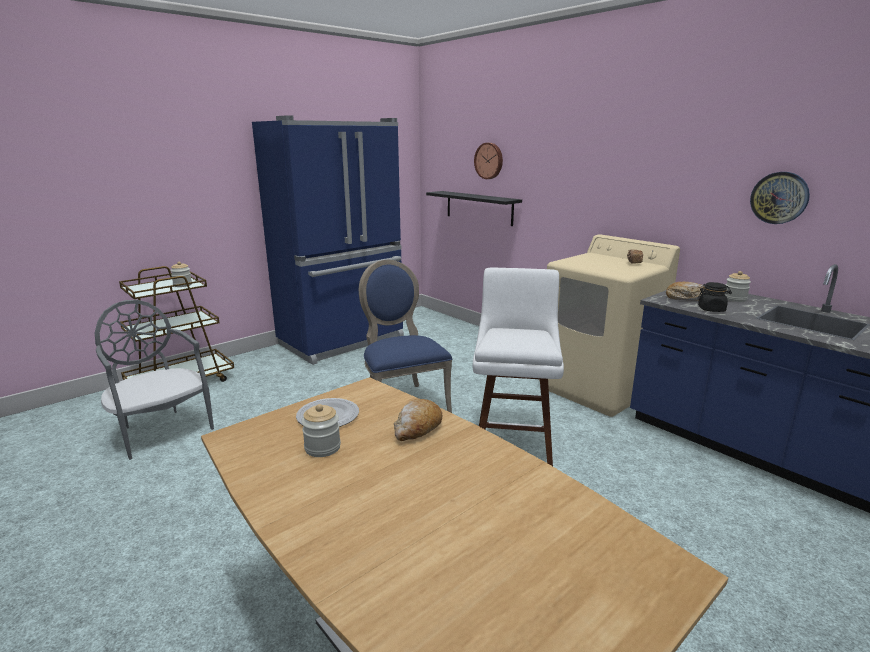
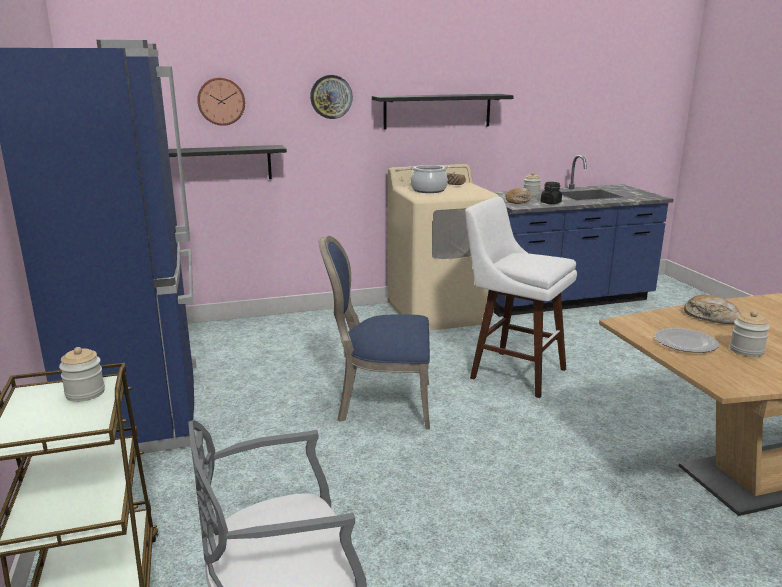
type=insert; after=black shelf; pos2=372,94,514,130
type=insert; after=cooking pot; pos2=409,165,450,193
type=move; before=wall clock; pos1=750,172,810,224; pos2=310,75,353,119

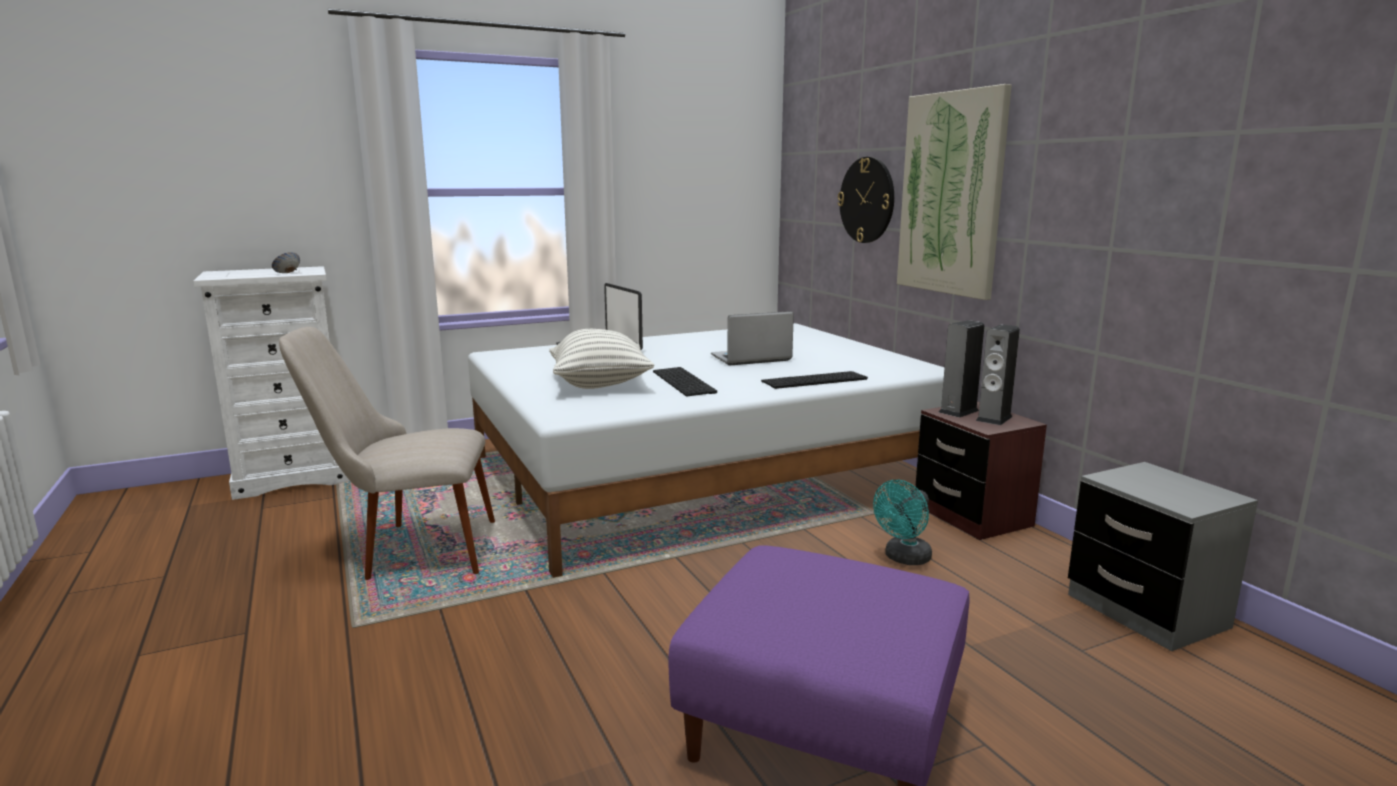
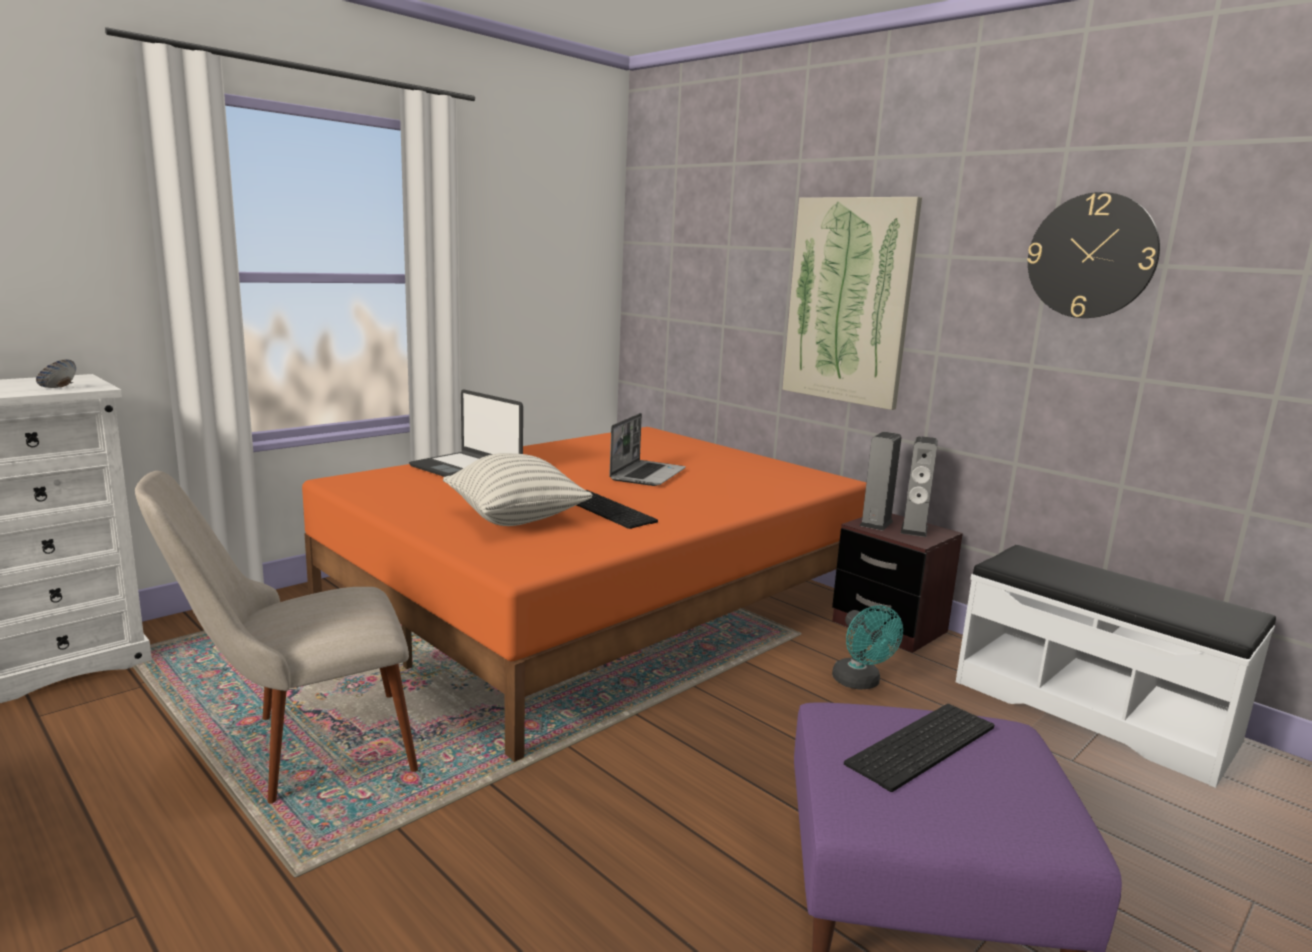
type=move; before=keyboard; pos1=761,371,868,389; pos2=844,704,994,792
type=move; before=wall clock; pos1=838,157,894,243; pos2=1027,192,1160,318
type=replace; before=grey nightstand; after=white bench; pos1=1068,462,1258,651; pos2=956,545,1276,788
type=recolor; before=white bed; after=orange bed; pos1=468,323,945,578; pos2=302,427,866,762
type=rotate; before=laptop; pos1=711,311,794,365; pos2=609,413,686,486; turn=150
type=rotate; before=turquoise fan; pos1=873,480,932,565; pos2=832,605,903,690; turn=-45

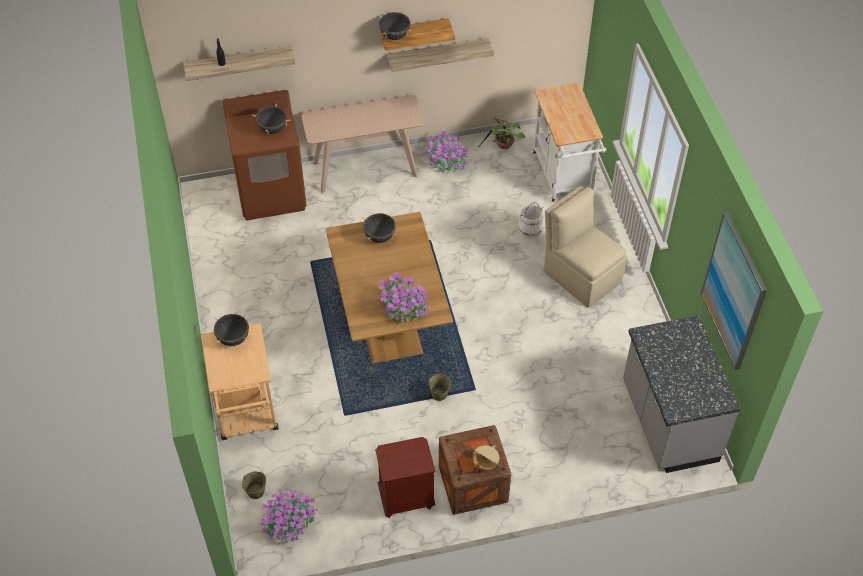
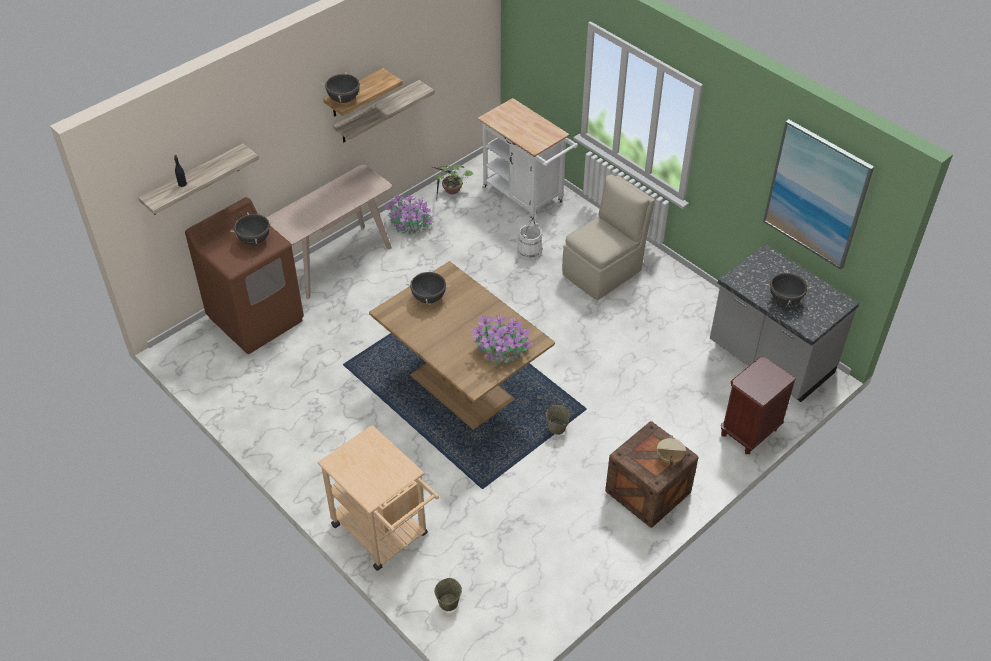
type=delete; before=potted plant; pos1=260,490,318,543
type=move; before=black cooking pot; pos1=214,314,249,346; pos2=766,270,812,305
type=move; before=brown nightstand; pos1=375,437,436,518; pos2=721,357,796,454
type=rotate; before=beige chair; pos1=544,186,626,308; pos2=562,175,655,300; turn=120

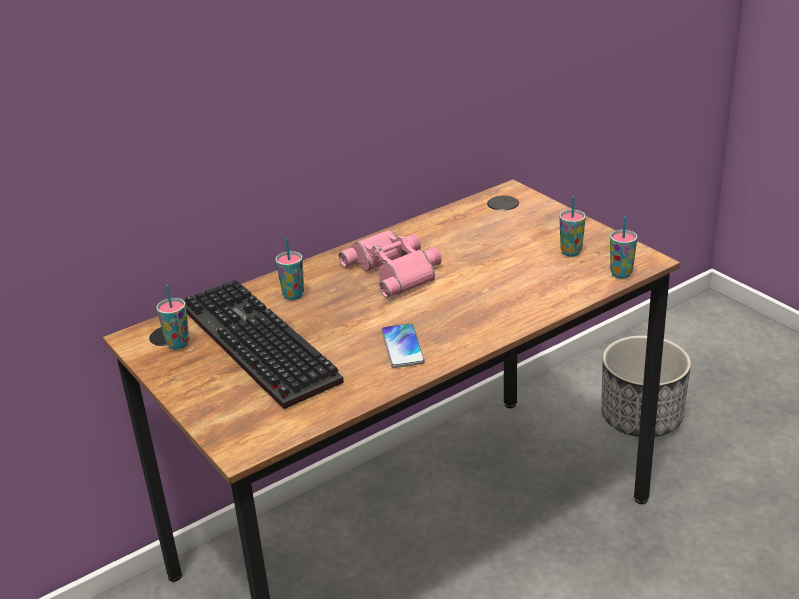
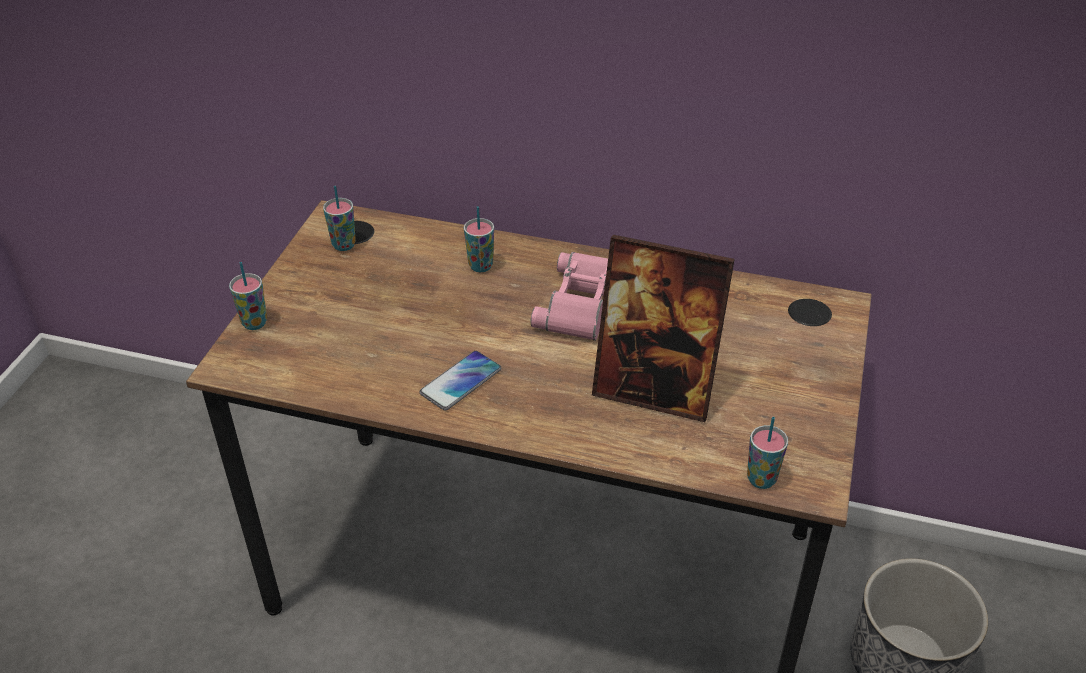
type=delete; before=keyboard; pos1=185,280,344,409
type=insert; after=picture frame; pos2=592,235,735,422
type=move; before=cup; pos1=559,196,586,257; pos2=229,262,267,330

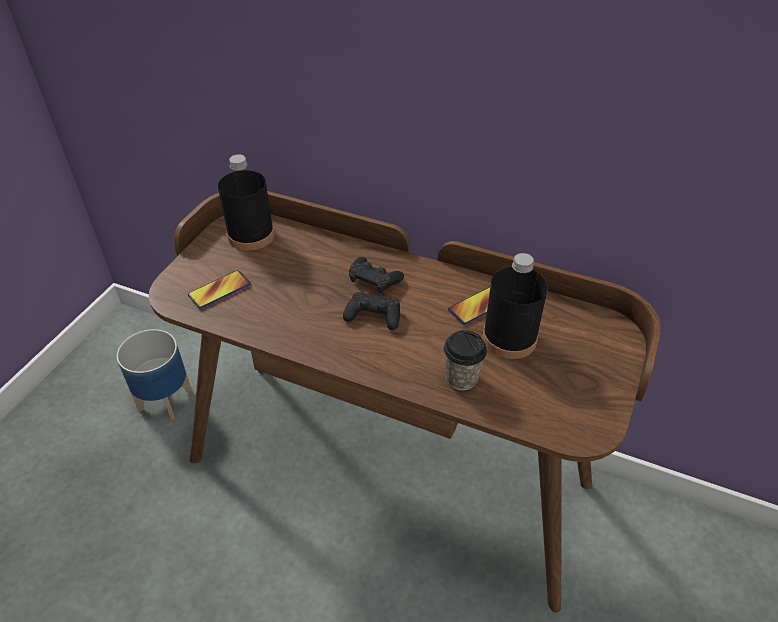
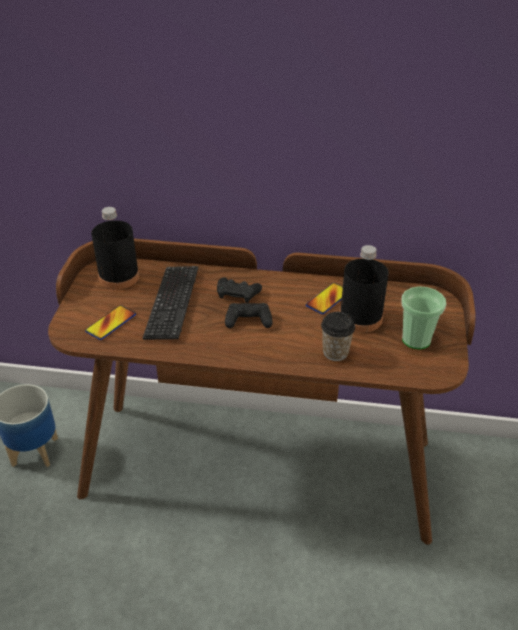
type=insert; after=keyboard; pos2=143,266,198,340
type=insert; after=cup; pos2=401,286,446,349

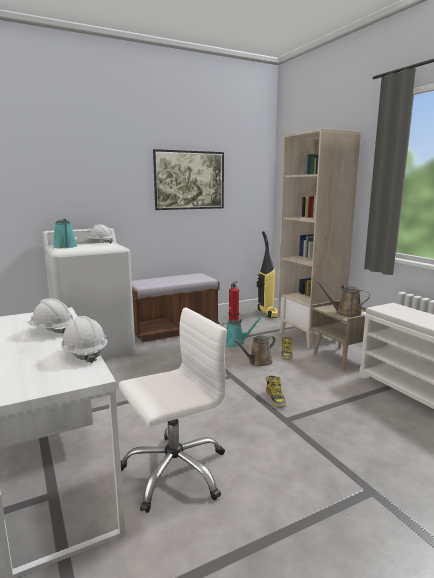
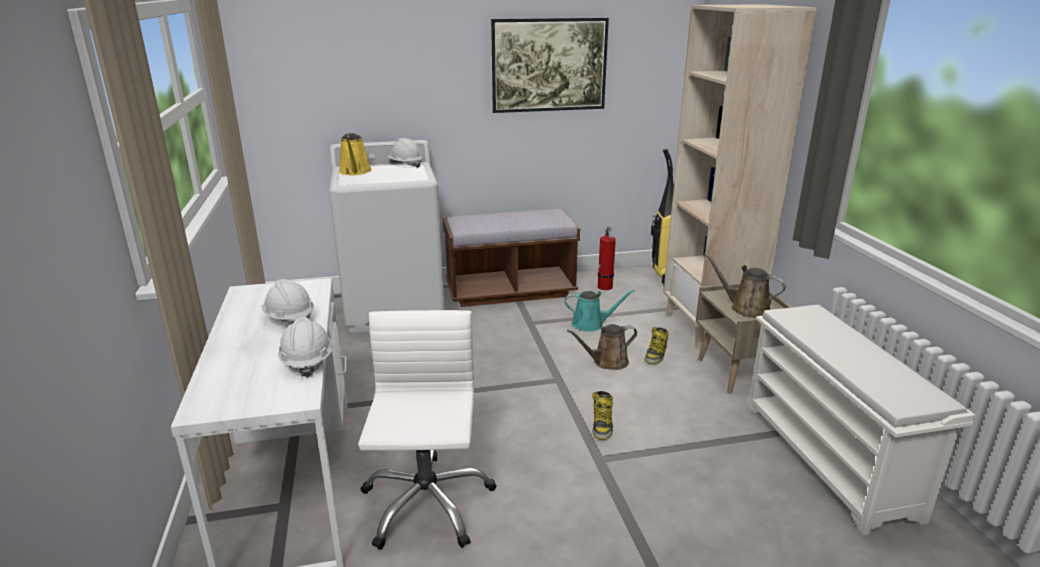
type=recolor; before=turquoise watering can; after=yellow watering can; pos1=53,219,78,248; pos2=339,133,372,175
type=rotate; before=white office chair; pos1=119,307,227,513; pos2=358,310,496,550; turn=-75

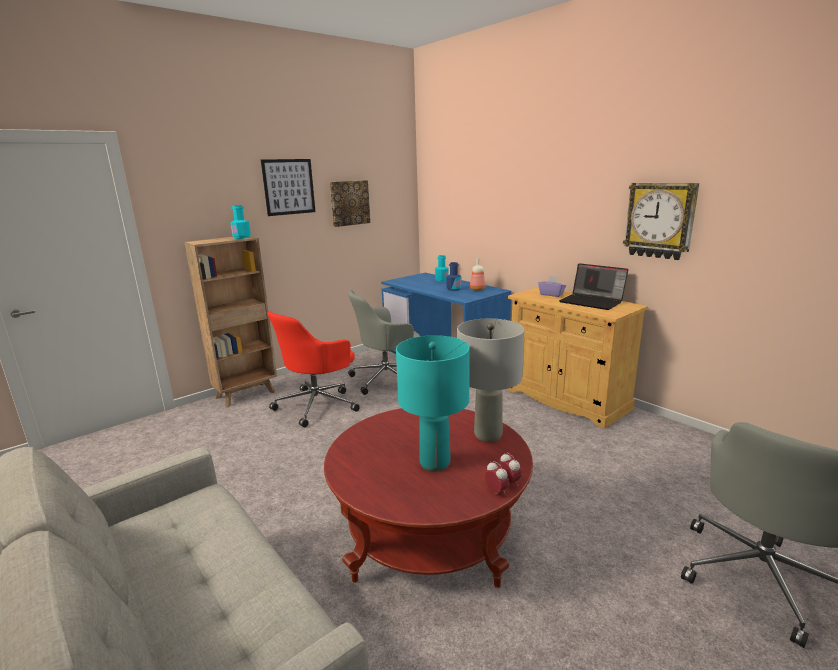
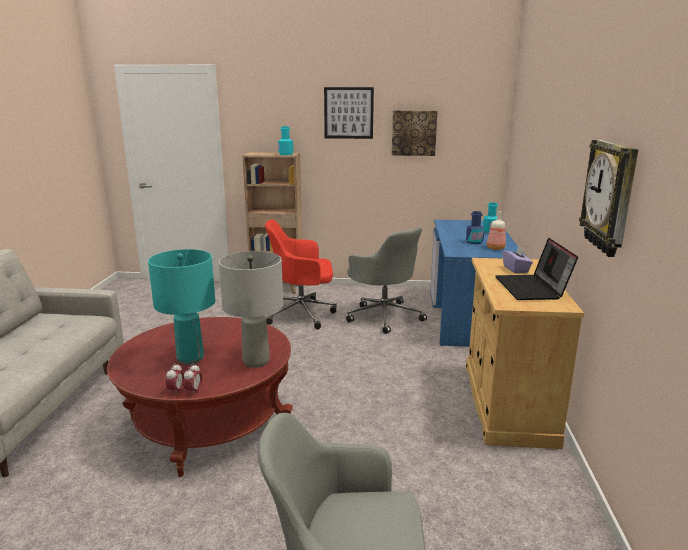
type=rotate; before=grey office chair; pos1=348,290,420,395; pos2=346,227,427,334; turn=-150

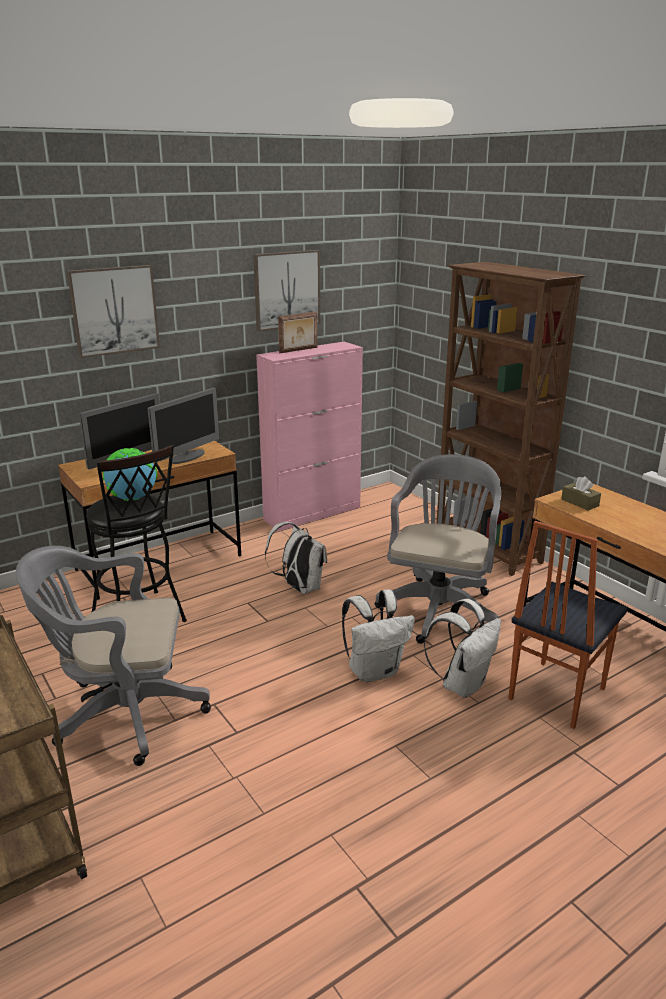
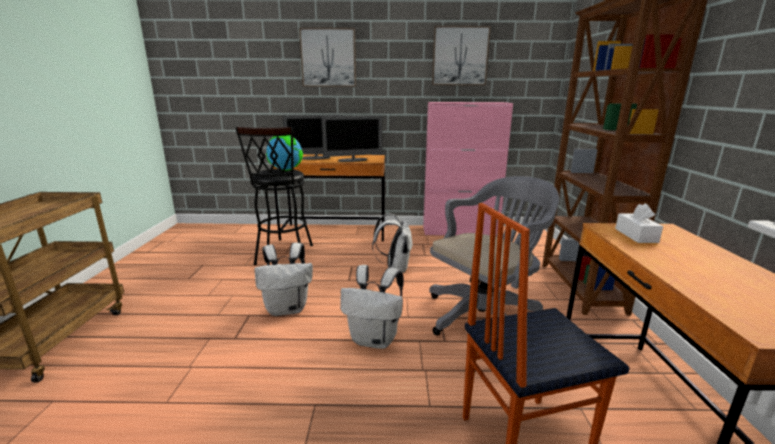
type=delete; before=grey office chair; pos1=16,546,211,766
type=delete; before=picture frame; pos1=278,311,317,353
type=move; before=white backpack; pos1=424,599,501,698; pos2=254,243,313,316
type=recolor; before=brown tissue box; after=white tissue box; pos1=561,476,601,510; pos2=615,203,663,243

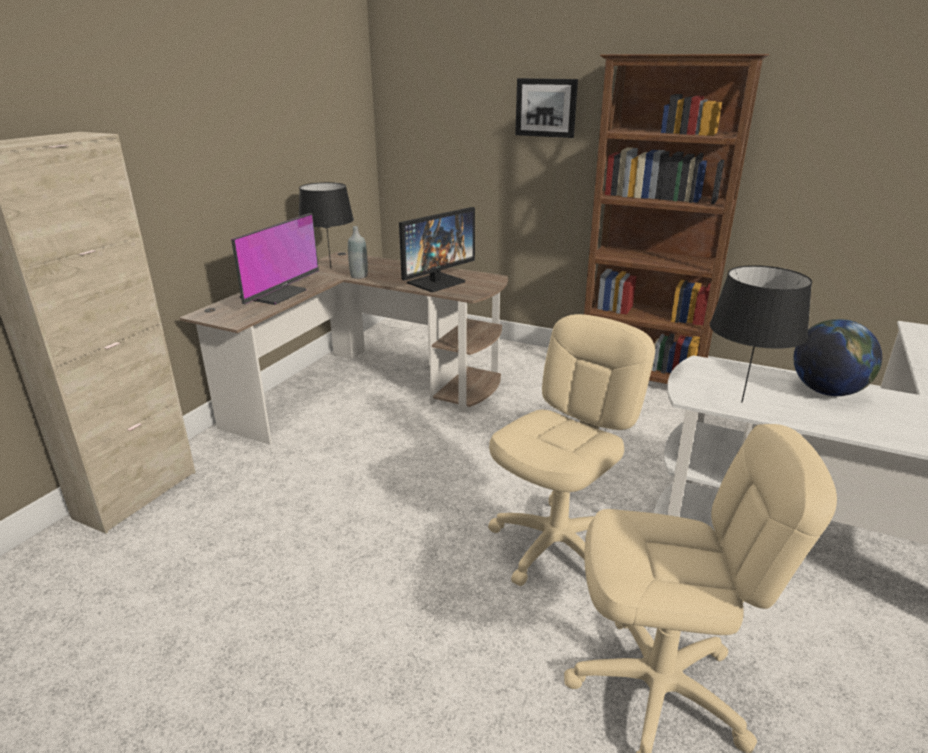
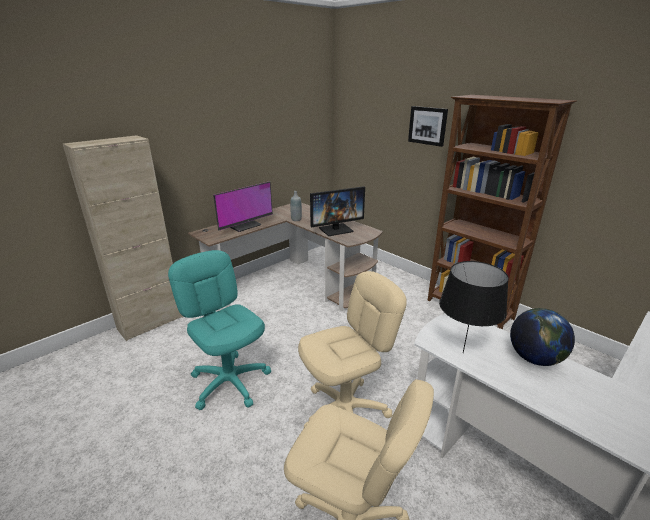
type=delete; before=black table lamp; pos1=299,182,354,268
type=insert; after=turquoise office chair; pos2=168,250,271,410

